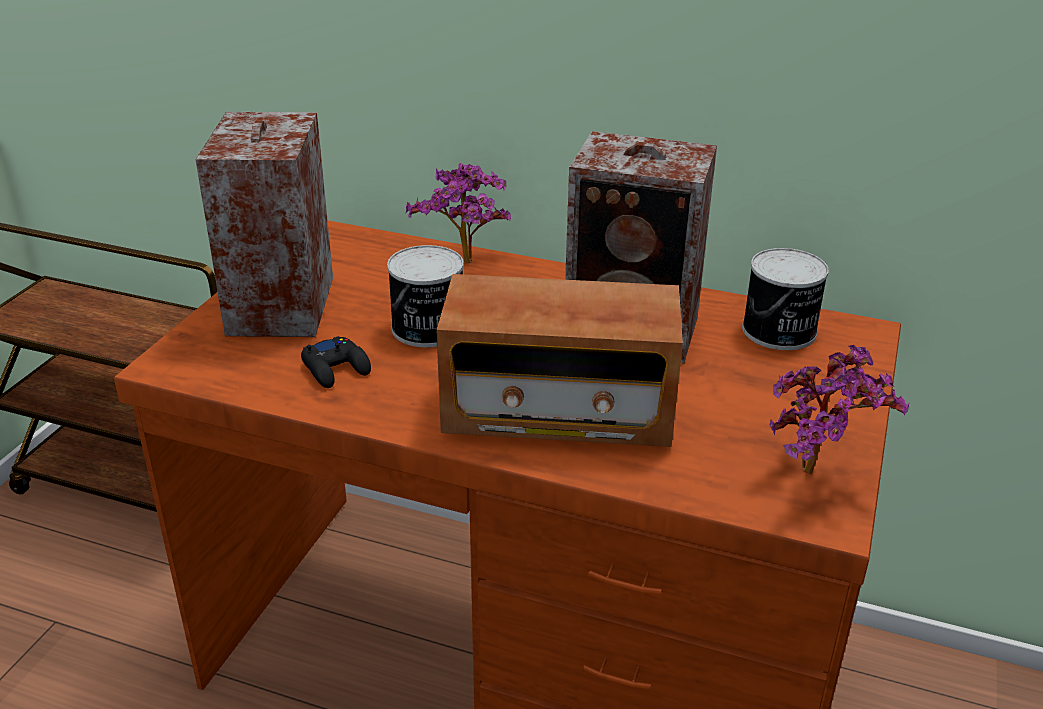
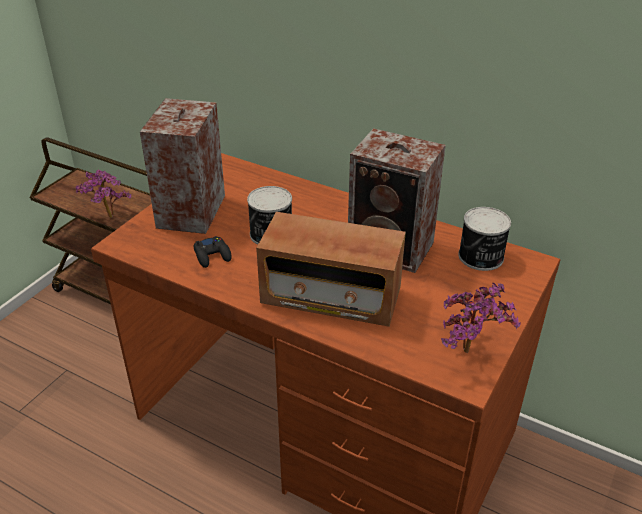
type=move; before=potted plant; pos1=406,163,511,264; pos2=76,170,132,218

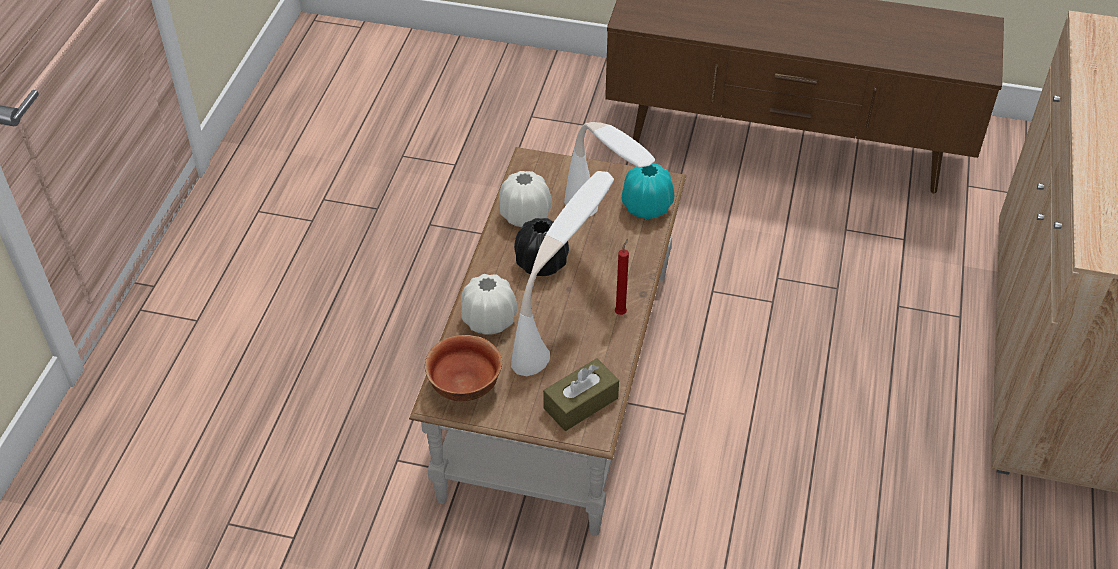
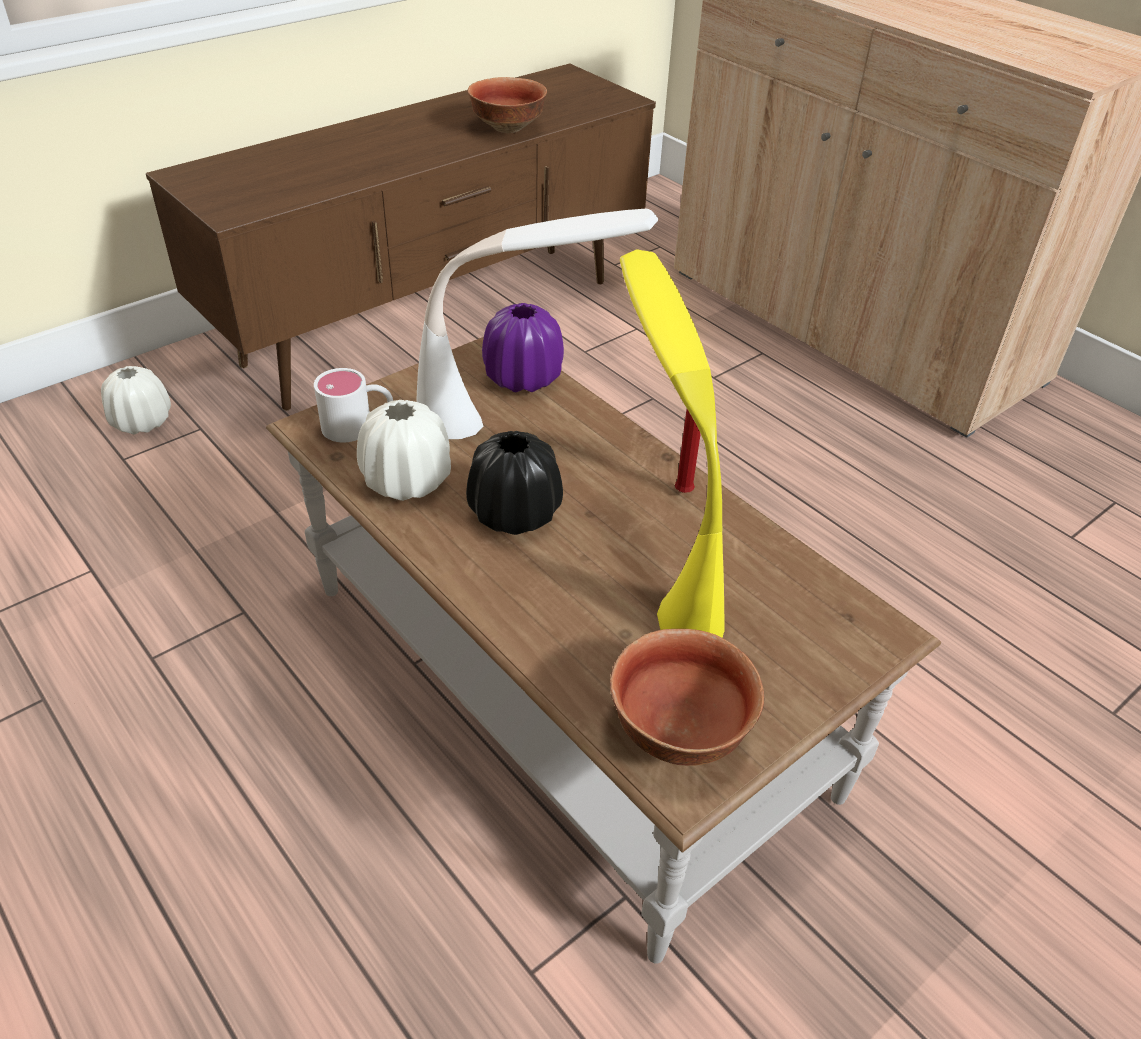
type=delete; before=brown tissue box; pos1=543,358,619,431
type=insert; after=white mug; pos2=314,368,393,442
type=insert; after=bowl; pos2=468,77,547,133
type=move; before=white vase; pos1=461,274,517,335; pos2=101,366,171,435
type=recolor; before=white table lamp; after=yellow table lamp; pos1=511,171,614,376; pos2=620,249,725,638
type=recolor; before=turquoise vase; after=purple vase; pos1=622,163,674,219; pos2=482,303,564,393

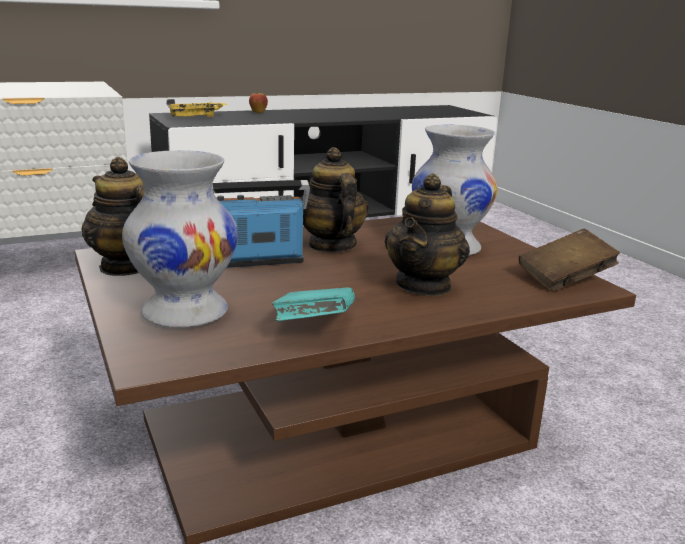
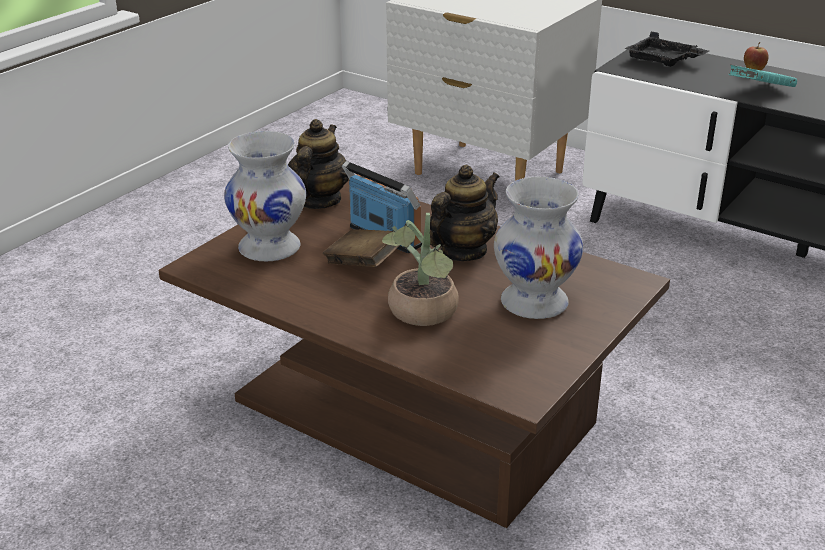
type=move; before=turquoise book; pos1=272,288,355,321; pos2=729,65,797,87
type=move; before=brown book; pos1=519,229,620,292; pos2=323,229,400,268
type=replace; before=teapot; after=potted plant; pos1=384,173,470,297; pos2=382,213,459,326
type=recolor; before=yellow tray; after=black tray; pos1=167,99,227,117; pos2=624,32,709,67

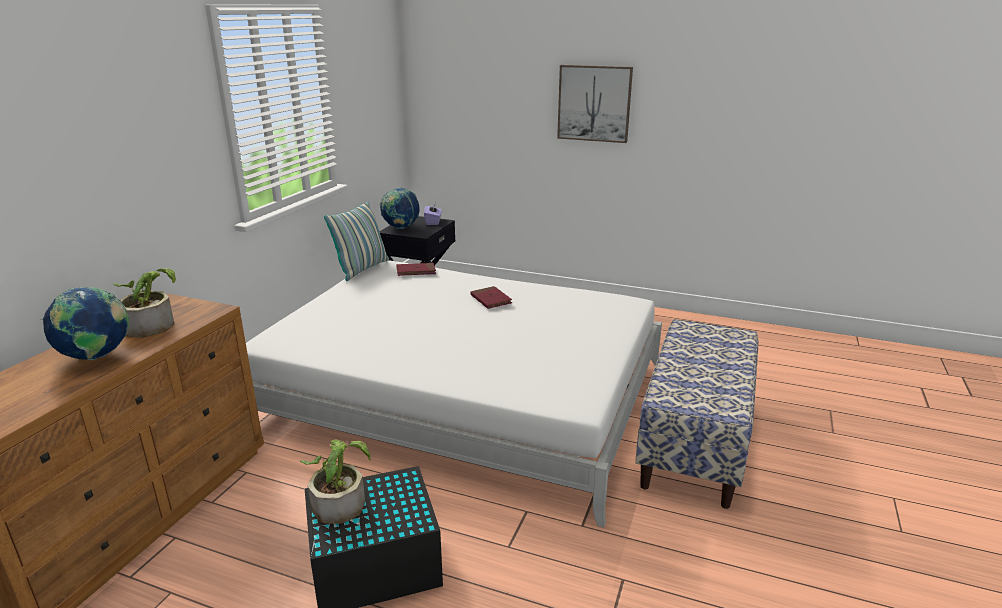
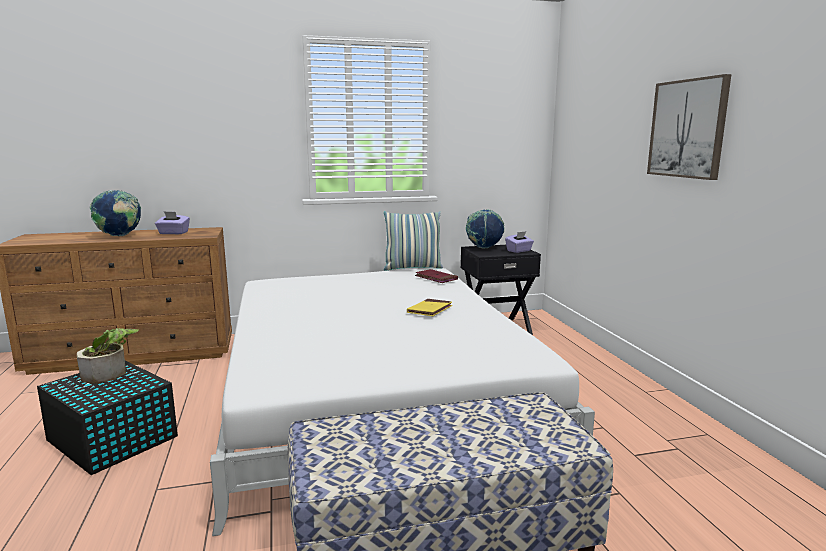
type=replace; before=potted plant; after=purple tissue box; pos1=113,268,176,337; pos2=155,211,190,234
type=recolor; before=red book; after=yellow book; pos1=470,286,512,309; pos2=407,299,452,316

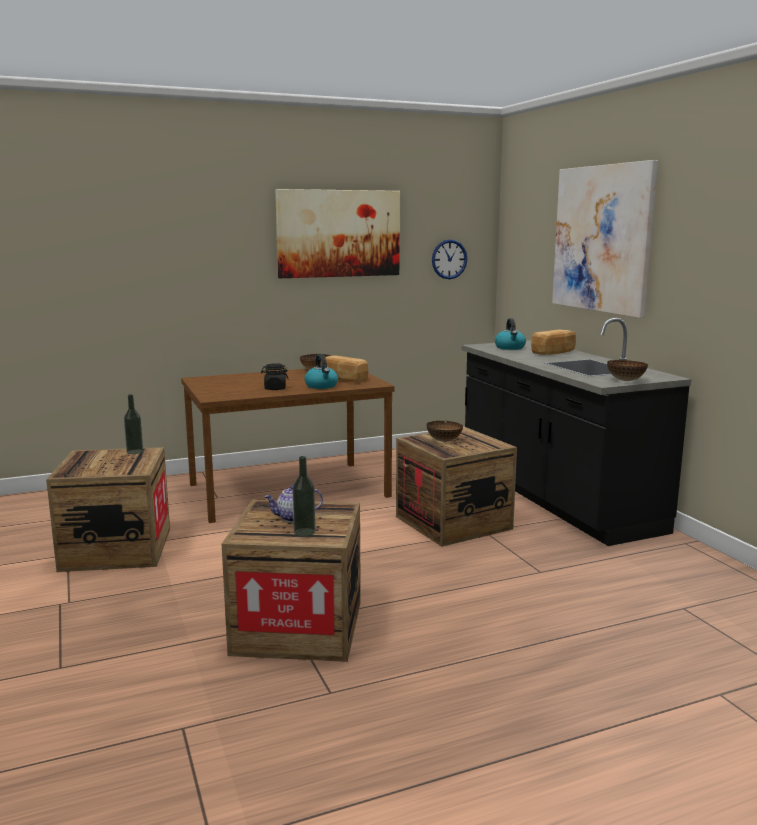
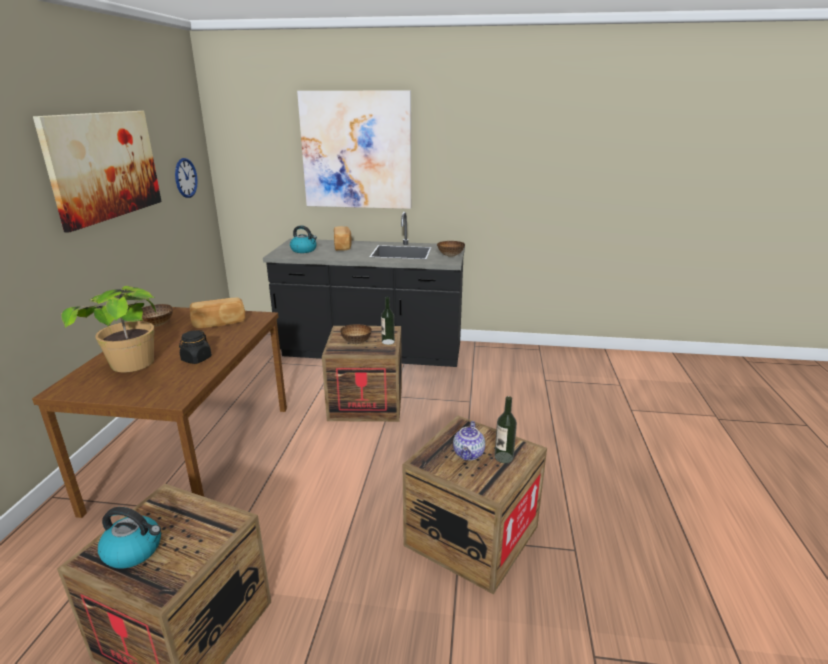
type=insert; after=potted plant; pos2=61,286,157,372
type=move; before=bottle; pos1=124,394,143,454; pos2=381,297,395,345
type=move; before=kettle; pos1=304,354,338,389; pos2=98,507,161,569

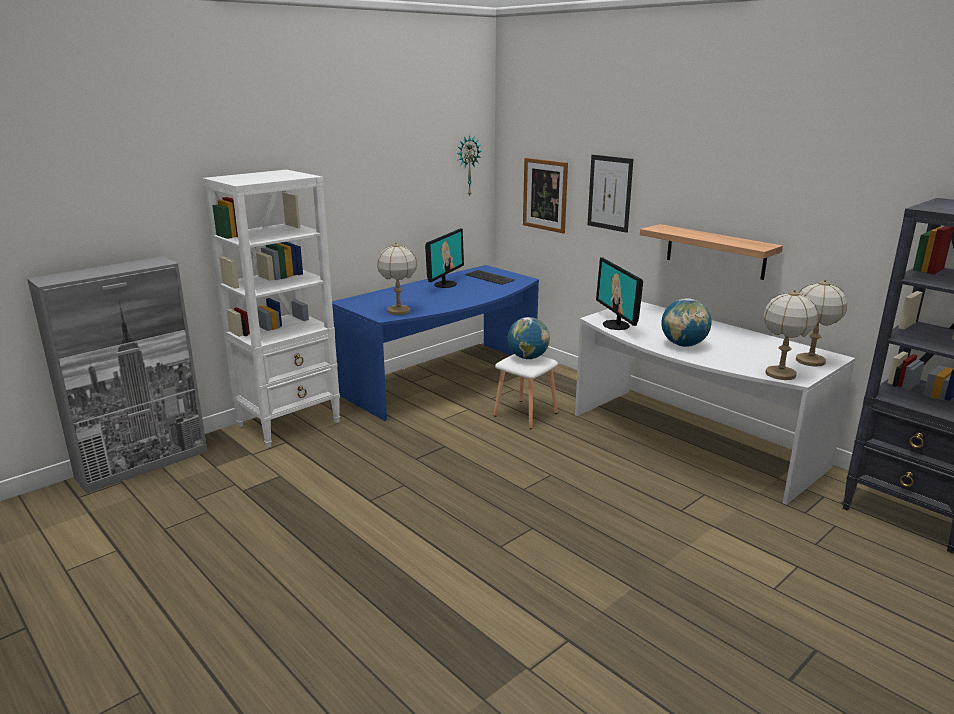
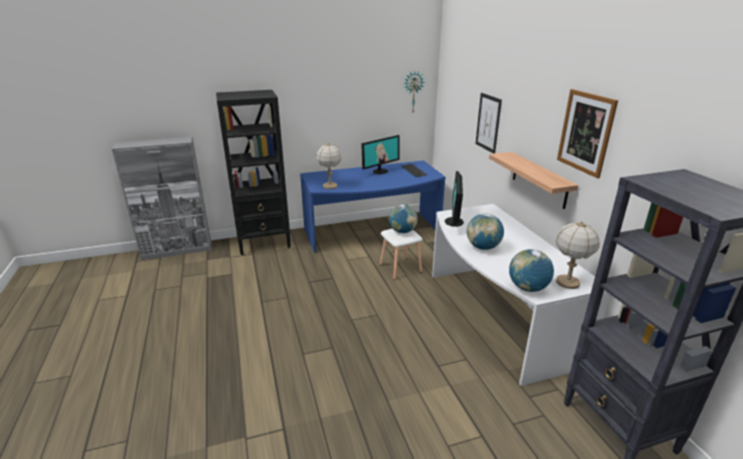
type=move; before=picture; pos1=523,158,568,233; pos2=557,89,618,178
type=replace; before=table lamp; after=globe; pos1=763,289,818,380; pos2=509,249,554,292
type=recolor; before=white bookcase; after=black bookcase; pos1=202,170,340,447; pos2=216,90,291,255

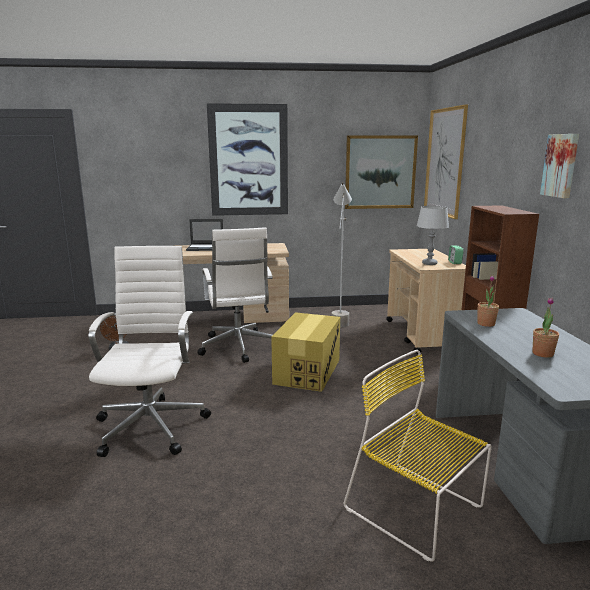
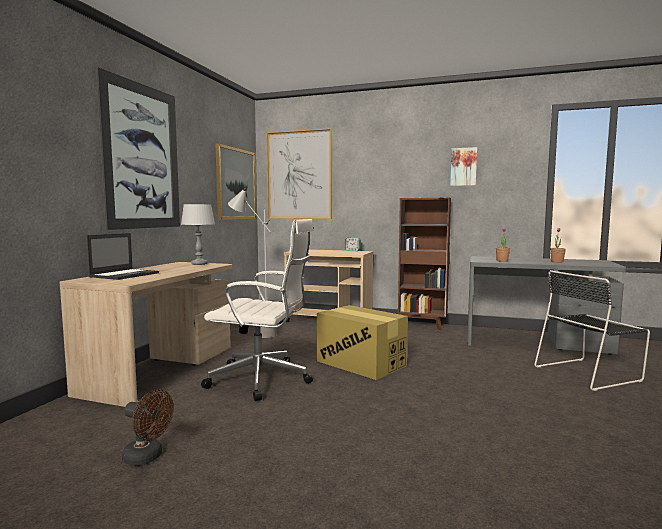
type=delete; before=white office chair; pos1=89,246,211,457
type=move; before=grey table lamp; pos1=417,206,449,265; pos2=181,204,215,265
type=recolor; before=yellow chair; after=black chair; pos1=343,350,492,562; pos2=534,270,650,391

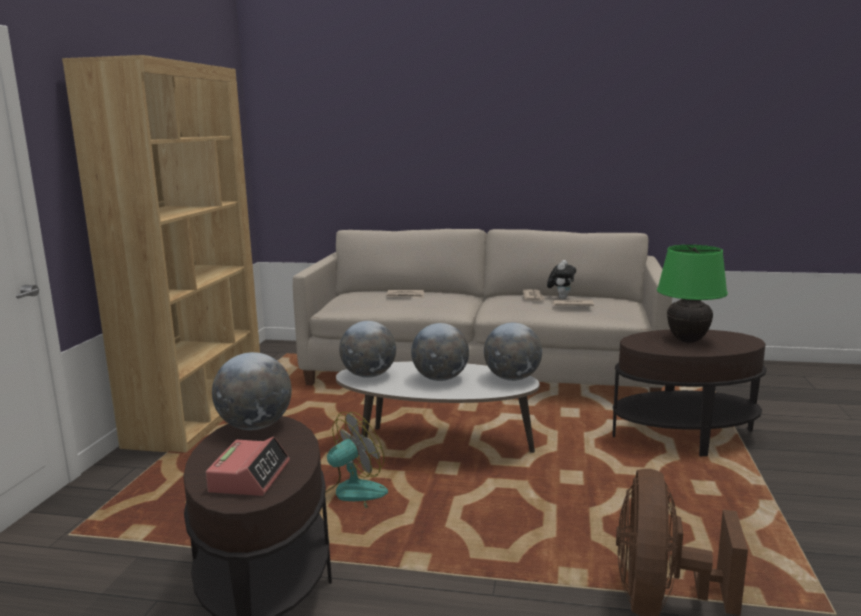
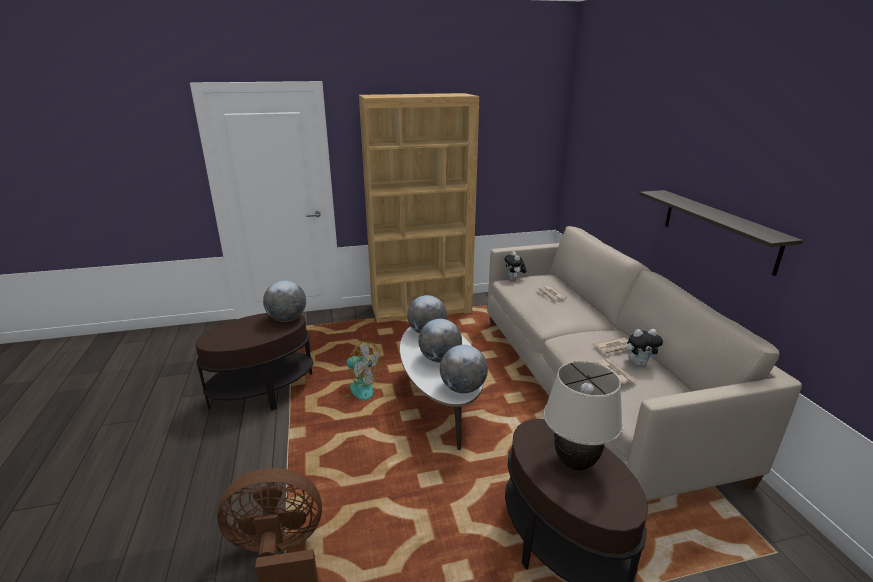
type=delete; before=alarm clock; pos1=206,437,290,496
type=insert; after=plush toy; pos2=504,251,526,281
type=insert; after=shelf; pos2=639,190,803,276
type=recolor; before=green table lamp; after=beige table lamp; pos1=657,245,728,343; pos2=544,361,623,470

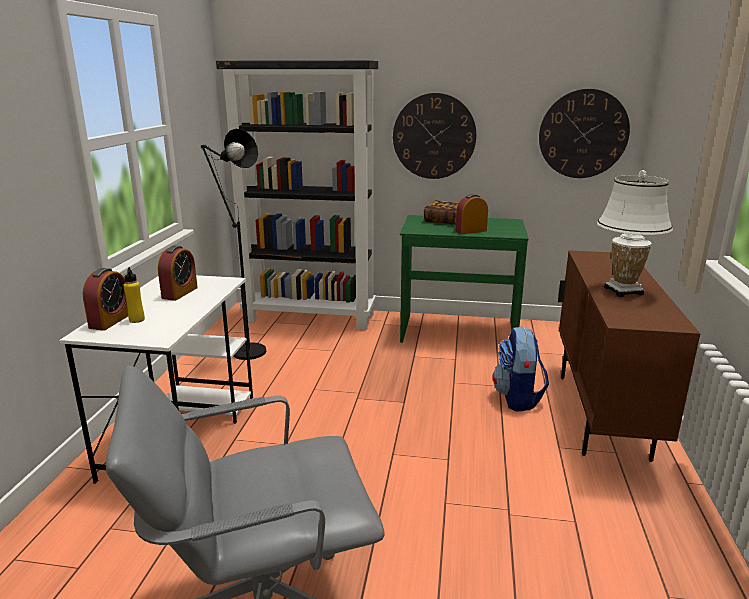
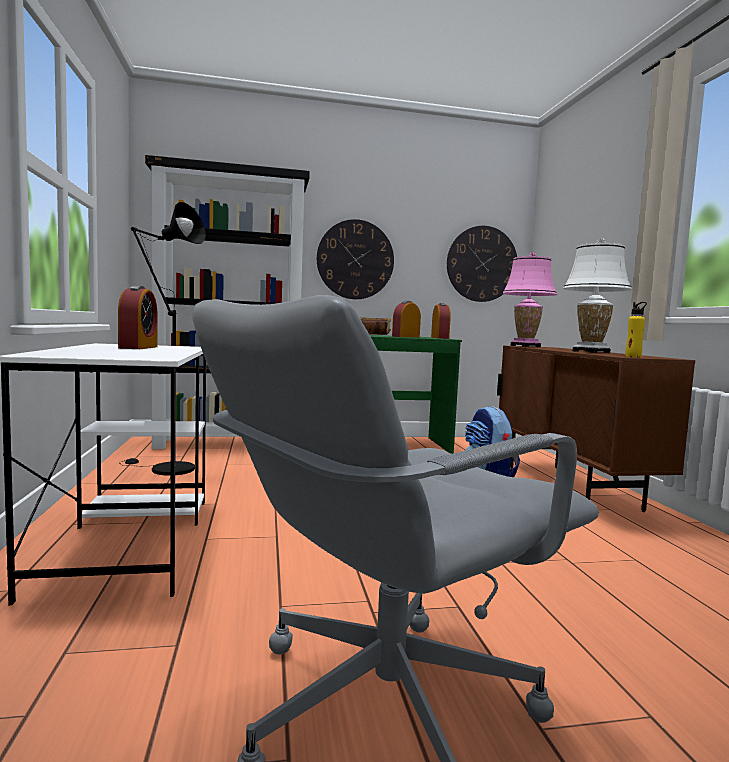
type=insert; after=pink table lamp; pos2=503,252,557,347
type=move; before=alarm clock; pos1=83,268,128,331; pos2=431,303,451,339
type=move; before=yellow bottle; pos1=124,267,145,323; pos2=625,302,647,358

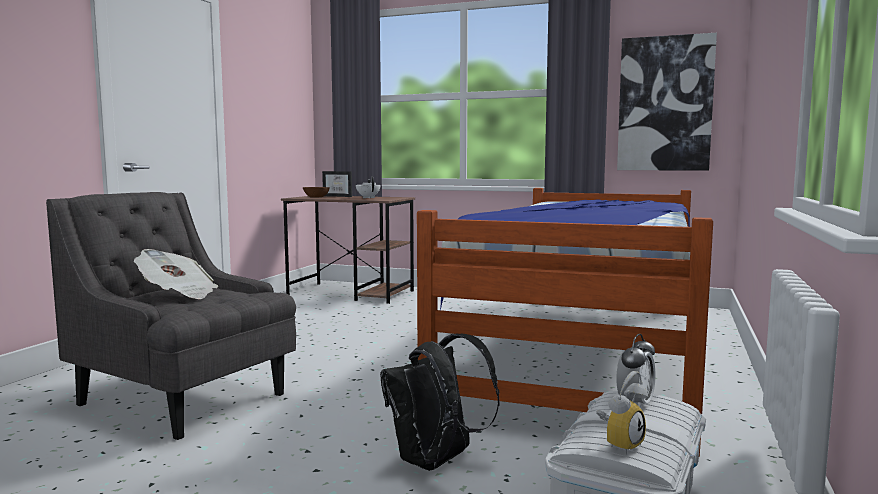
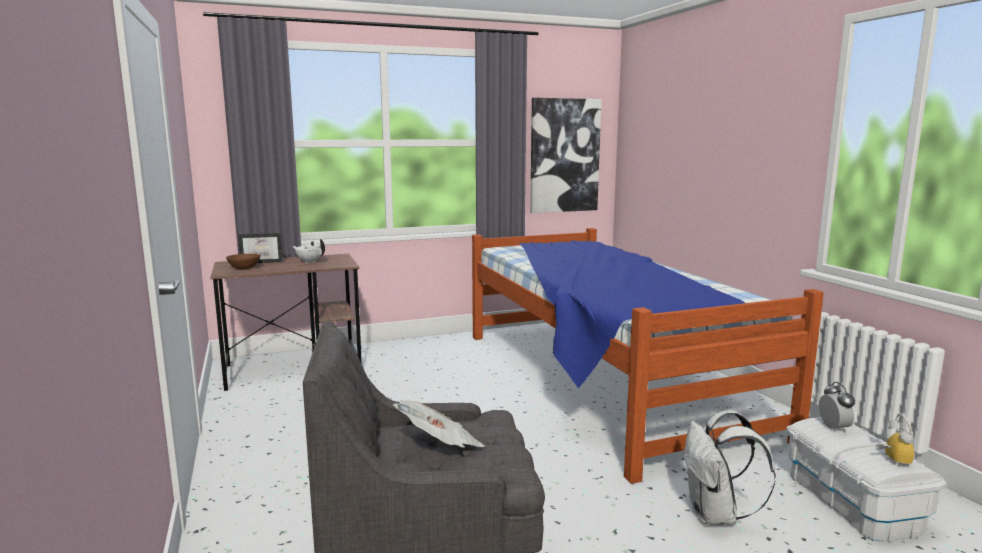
type=recolor; before=black backpack; after=white backpack; pos1=380,334,500,471; pos2=684,410,776,525

